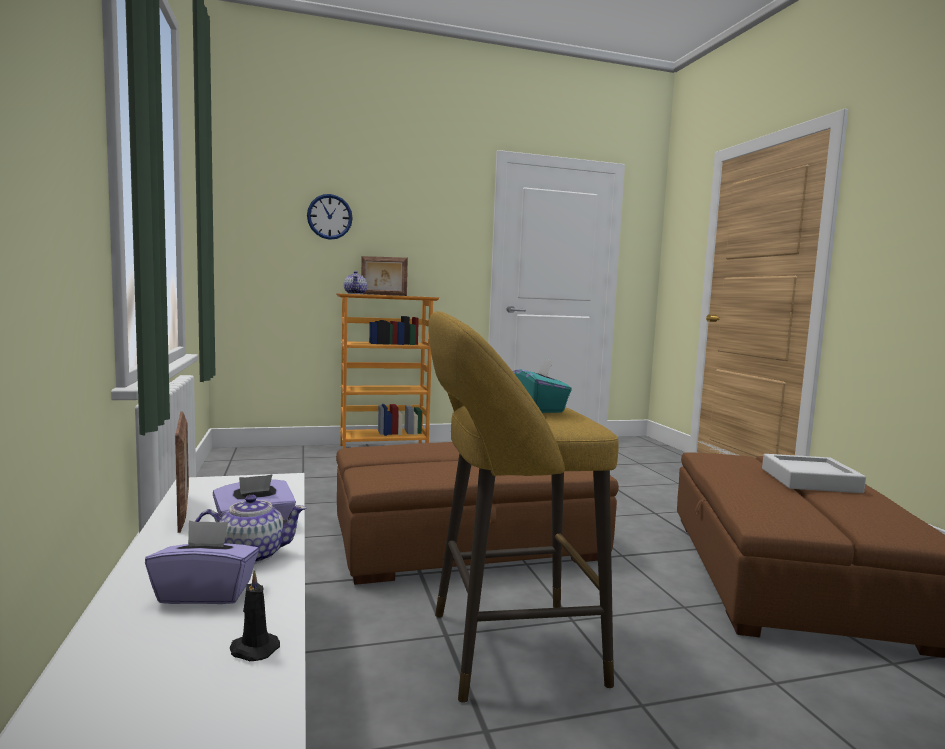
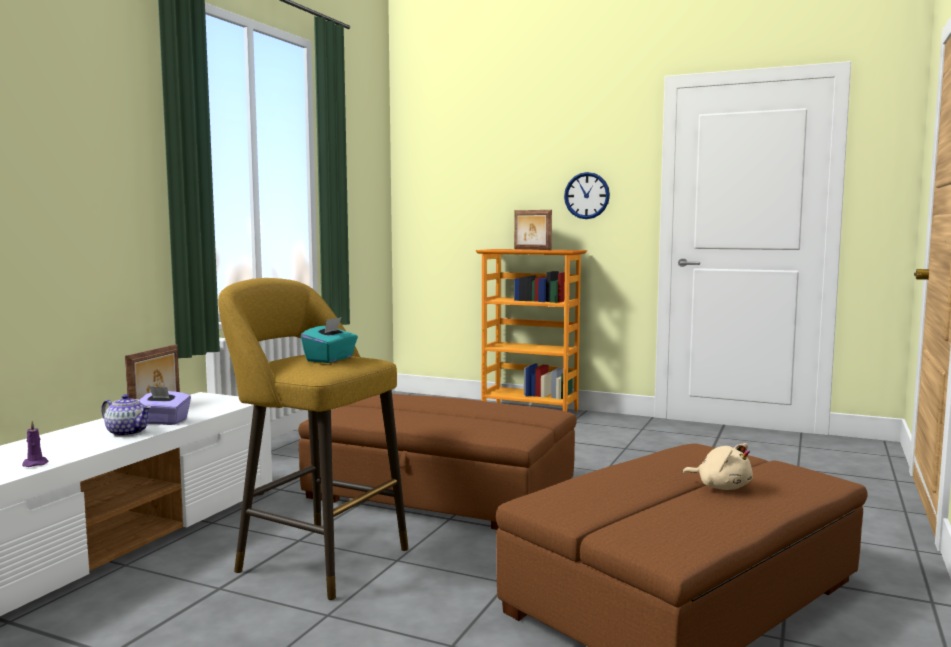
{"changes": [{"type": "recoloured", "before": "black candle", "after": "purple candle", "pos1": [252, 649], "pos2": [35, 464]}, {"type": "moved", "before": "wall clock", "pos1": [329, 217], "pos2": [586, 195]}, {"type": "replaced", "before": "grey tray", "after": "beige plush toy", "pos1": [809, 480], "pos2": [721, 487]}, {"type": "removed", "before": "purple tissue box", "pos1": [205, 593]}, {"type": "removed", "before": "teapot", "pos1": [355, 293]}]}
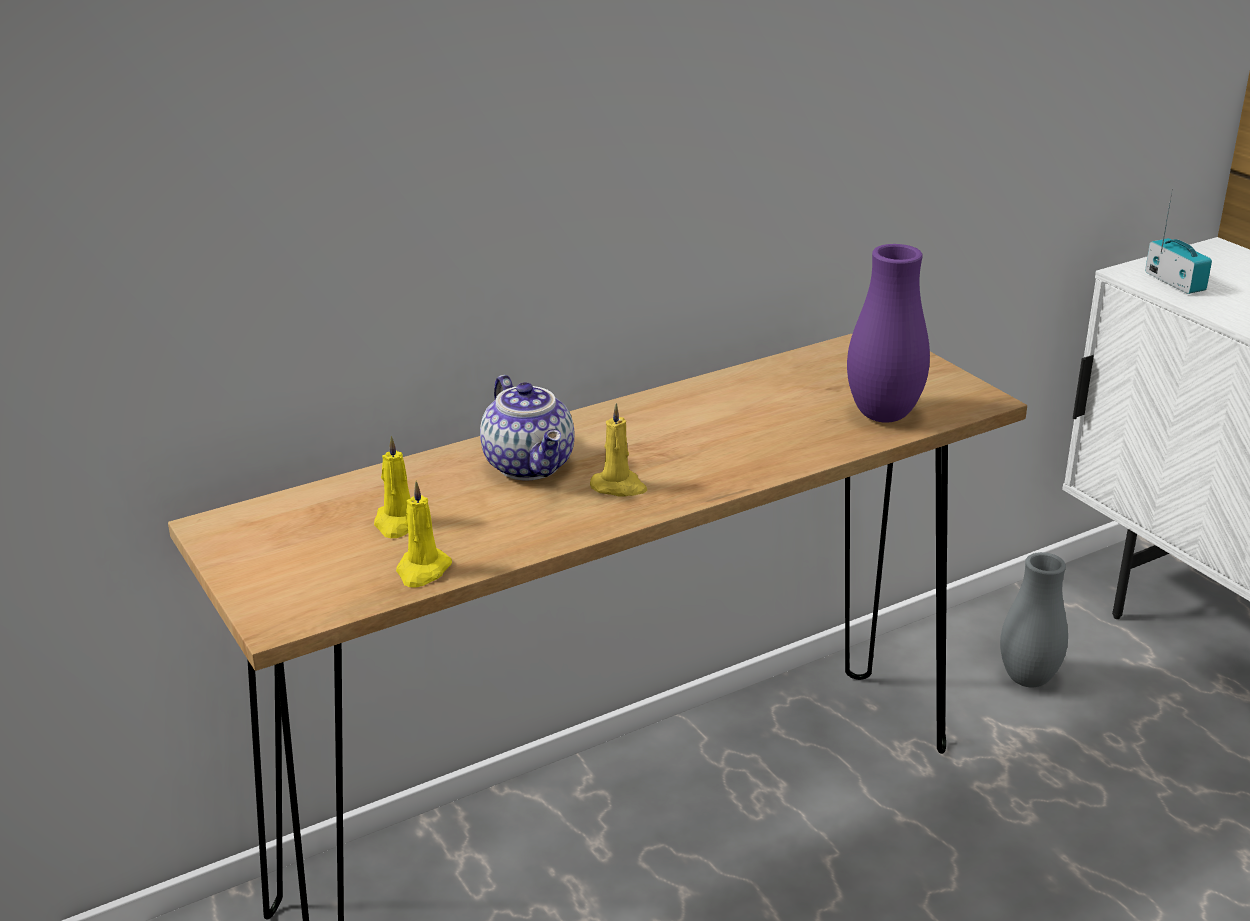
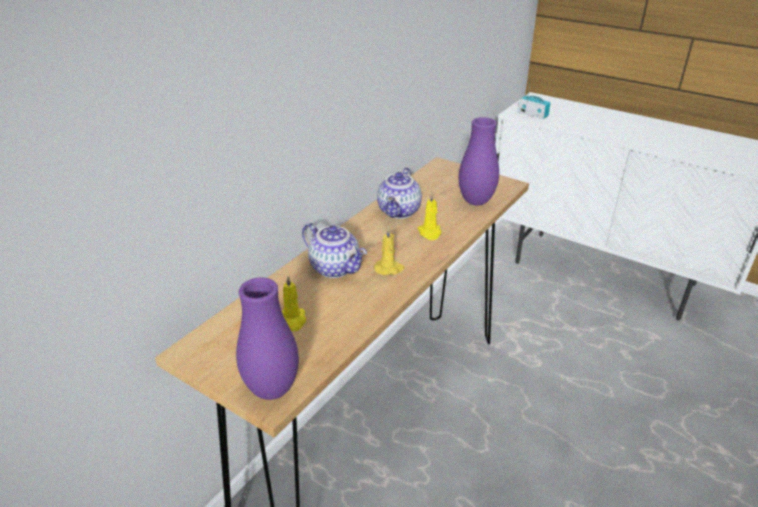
{"changes": [{"type": "added", "after": "purple vase", "pos2": [272, 389]}, {"type": "added", "after": "teapot", "pos2": [400, 212]}, {"type": "moved", "before": "yellow candle", "pos1": [422, 571], "pos2": [430, 233]}, {"type": "removed", "before": "grey vase", "pos1": [1028, 679]}]}
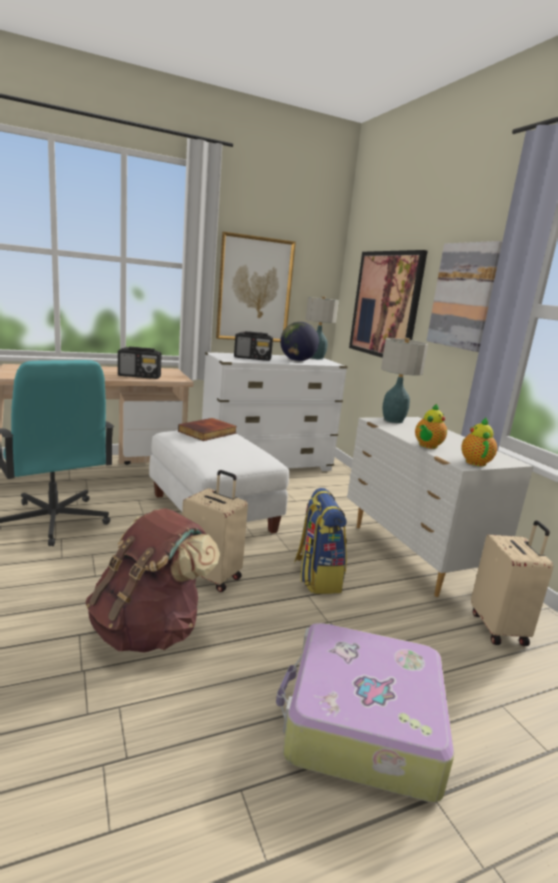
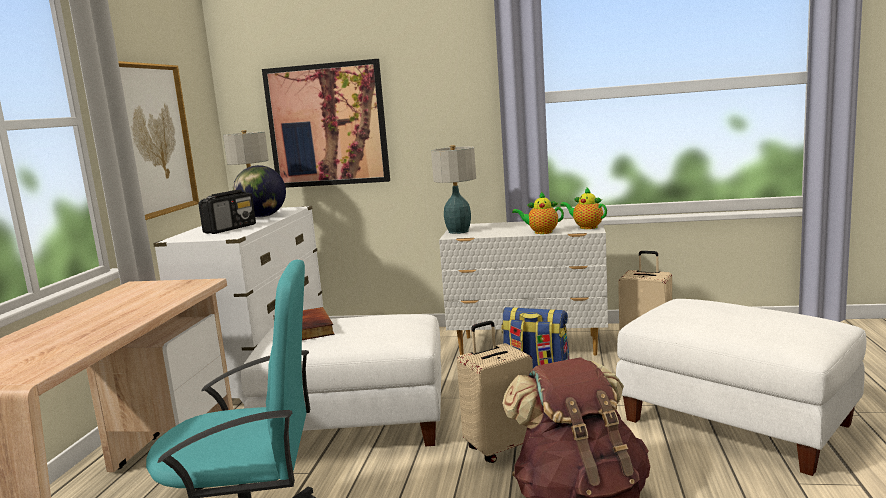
{"changes": [{"type": "turned", "before": "teapot", "pos1": [427, 446], "pos2": [541, 232], "turn": 120}, {"type": "replaced", "before": "suitcase", "after": "white ottoman", "pos1": [361, 723], "pos2": [737, 422]}, {"type": "removed", "before": "radio", "pos1": [140, 376]}, {"type": "removed", "before": "picture", "pos1": [464, 296]}]}
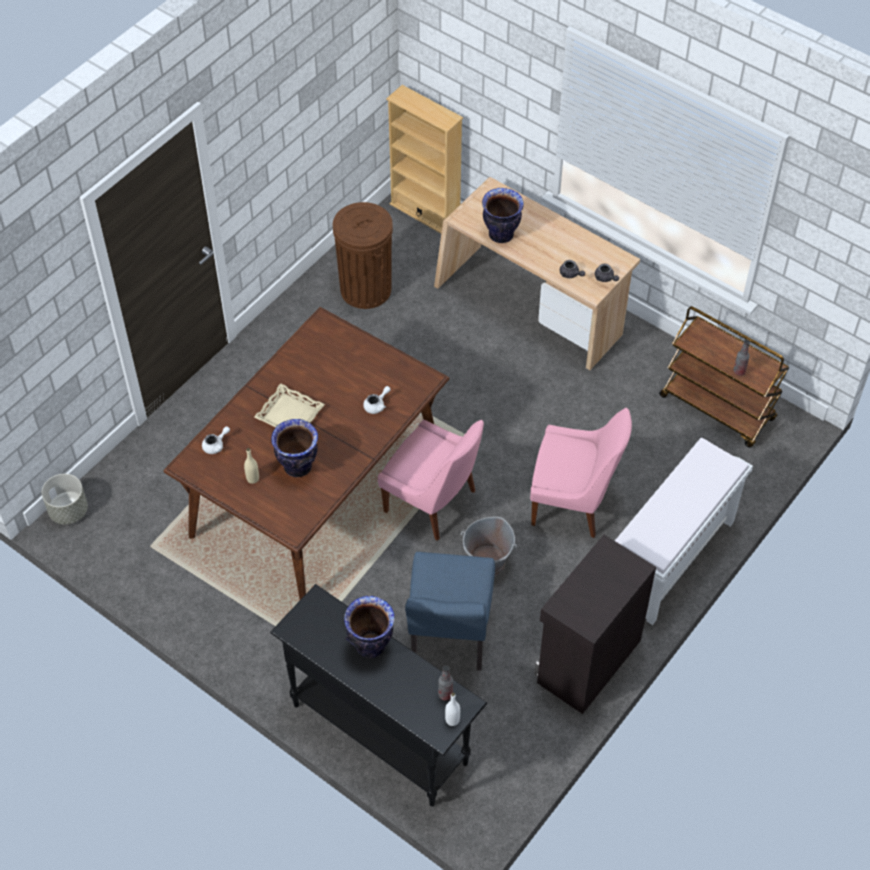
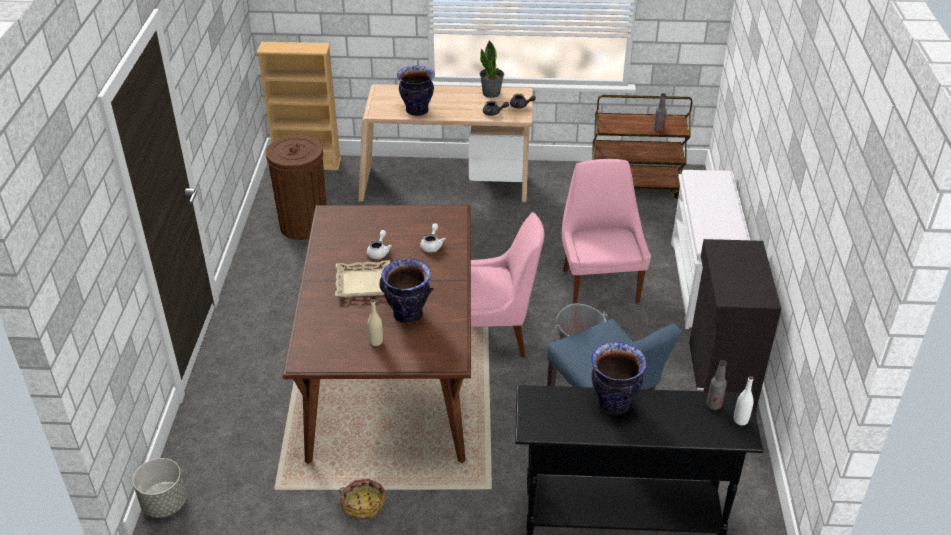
{"changes": [{"type": "added", "after": "basket", "pos2": [363, 504]}, {"type": "moved", "before": "white teapot", "pos1": [216, 445], "pos2": [379, 252]}, {"type": "added", "after": "potted plant", "pos2": [491, 93]}, {"type": "turned", "before": "pink chair", "pos1": [573, 503], "pos2": [599, 284], "turn": -75}]}
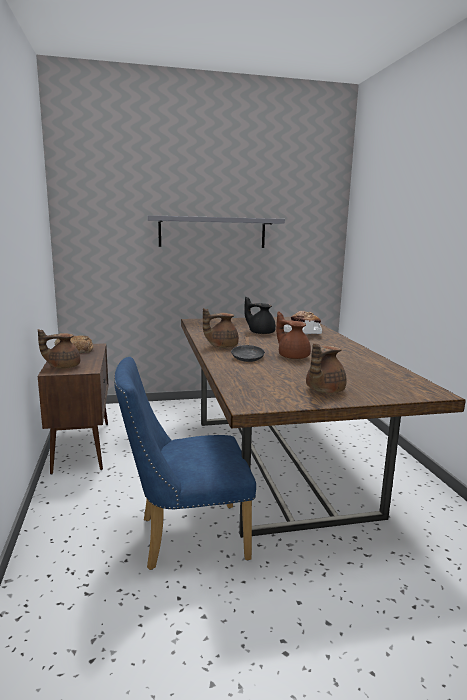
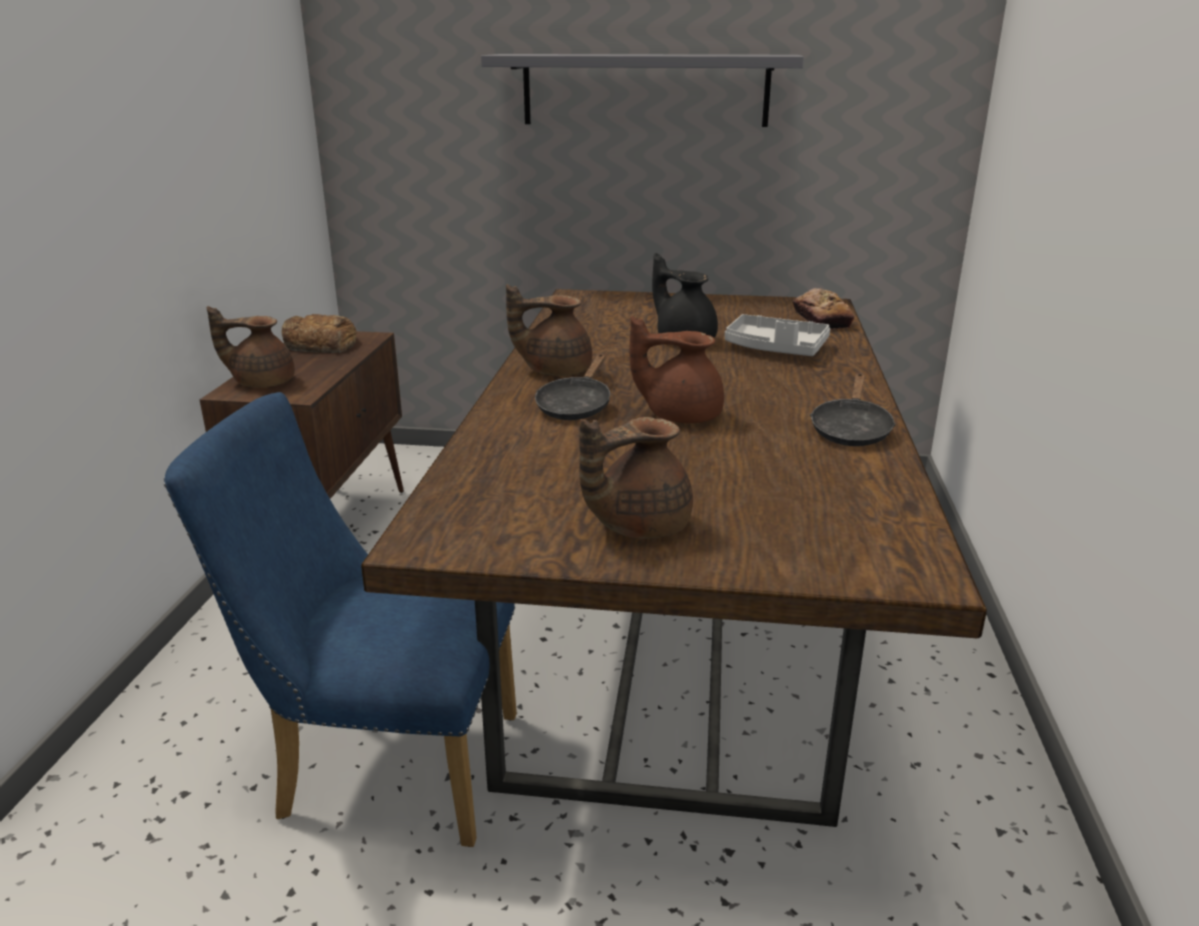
{"changes": [{"type": "turned", "before": "brown teapot", "pos1": [292, 356], "pos2": [680, 415], "turn": -60}, {"type": "added", "after": "black frying pan", "pos2": [850, 430]}]}
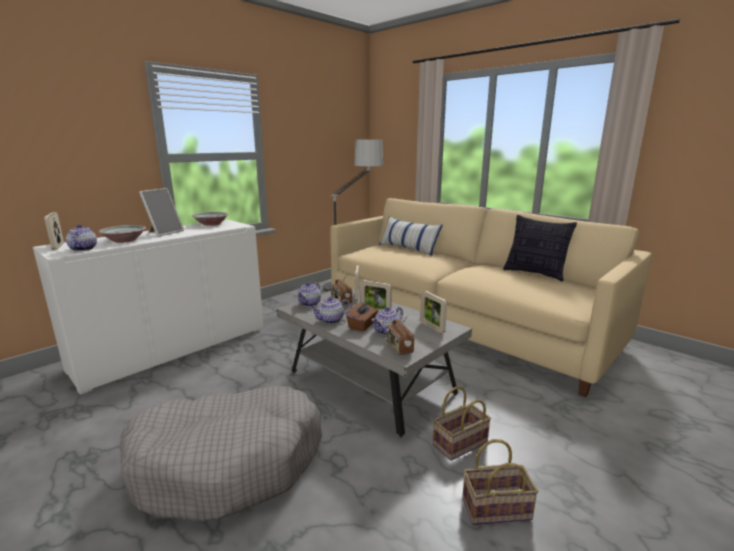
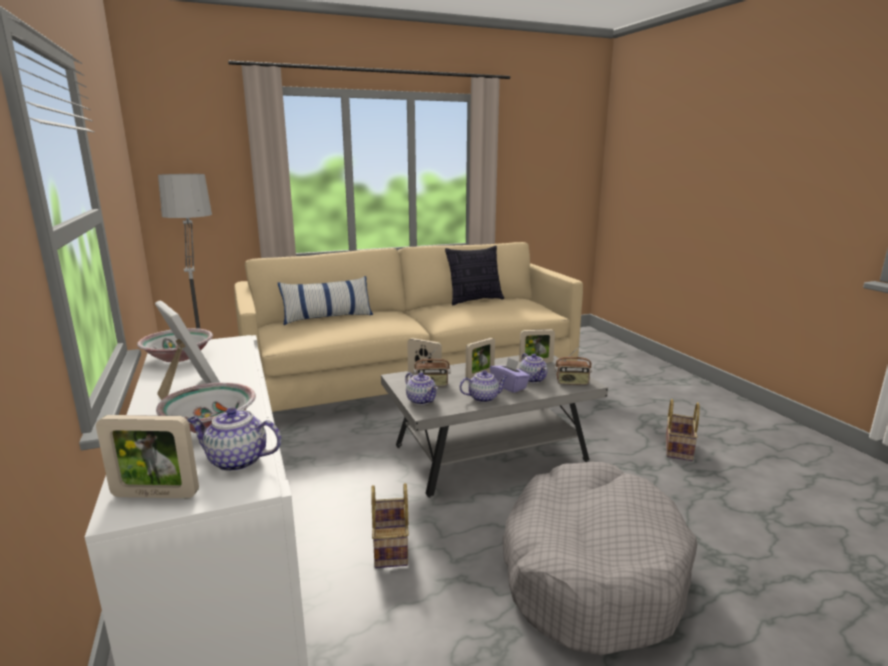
{"changes": [{"type": "moved", "before": "basket", "pos1": [460, 445], "pos2": [392, 547]}, {"type": "turned", "before": "teapot", "pos1": [330, 320], "pos2": [484, 398], "turn": -105}, {"type": "recoloured", "before": "brown tissue box", "after": "purple tissue box", "pos1": [362, 325], "pos2": [509, 386]}]}
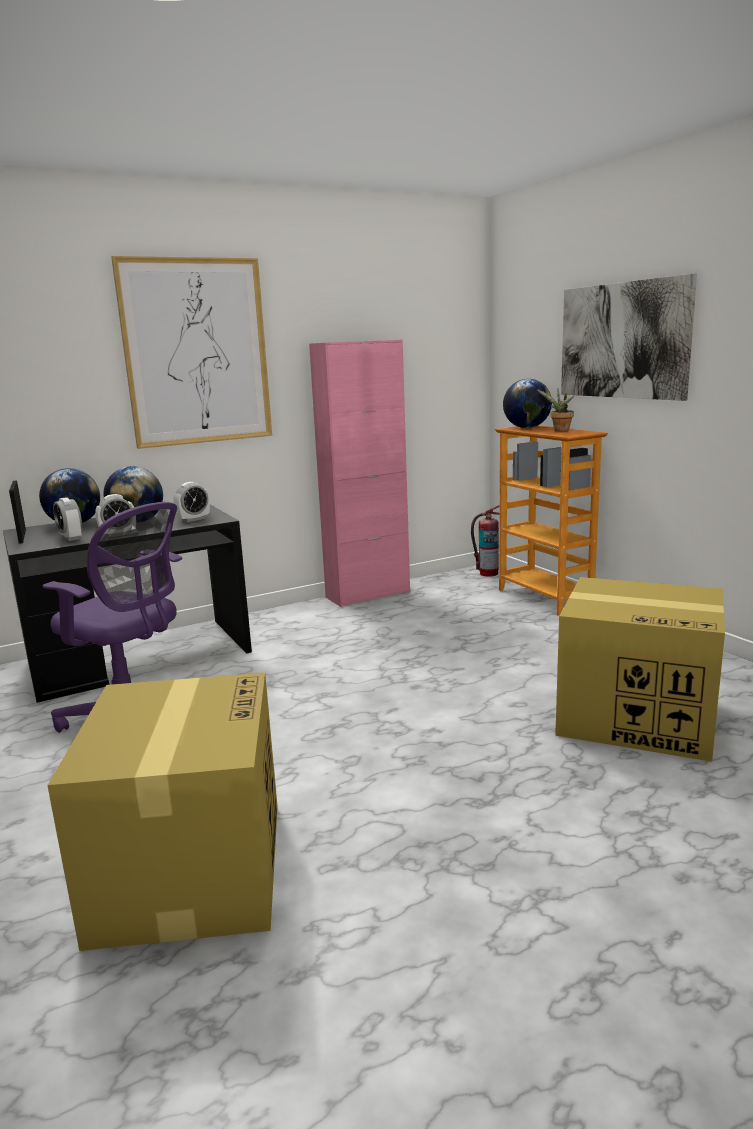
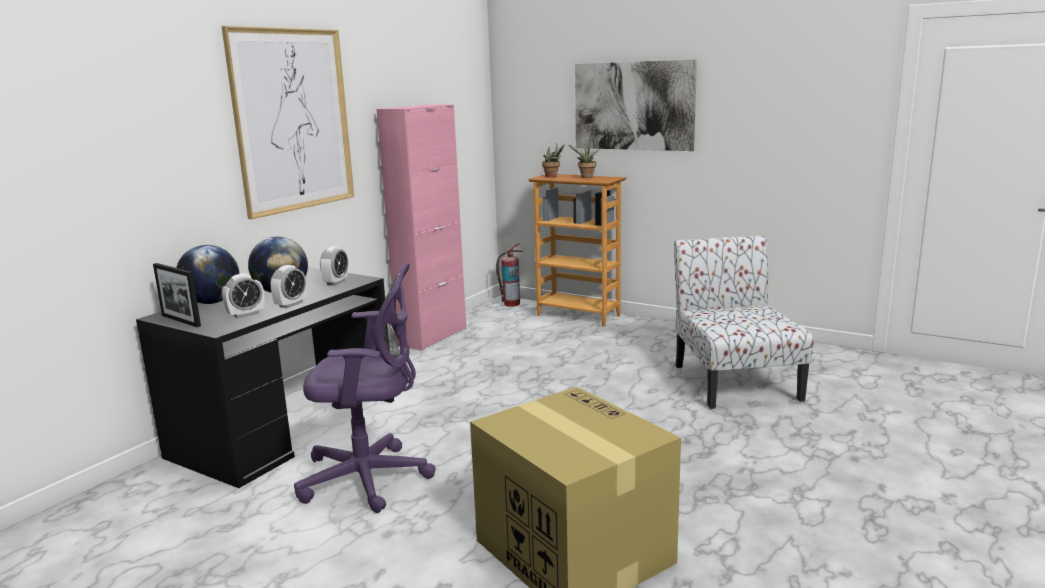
{"changes": [{"type": "turned", "before": "alarm clock", "pos1": [71, 538], "pos2": [246, 314], "turn": -60}, {"type": "replaced", "before": "globe", "after": "potted plant", "pos1": [526, 428], "pos2": [553, 176]}, {"type": "replaced", "before": "cardboard box", "after": "chair", "pos1": [639, 717], "pos2": [734, 381]}]}
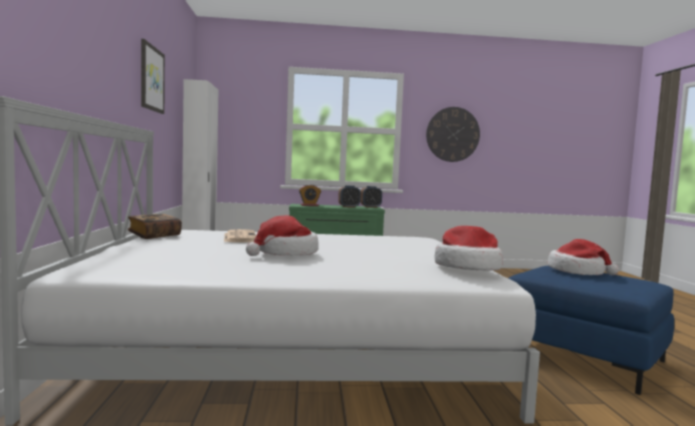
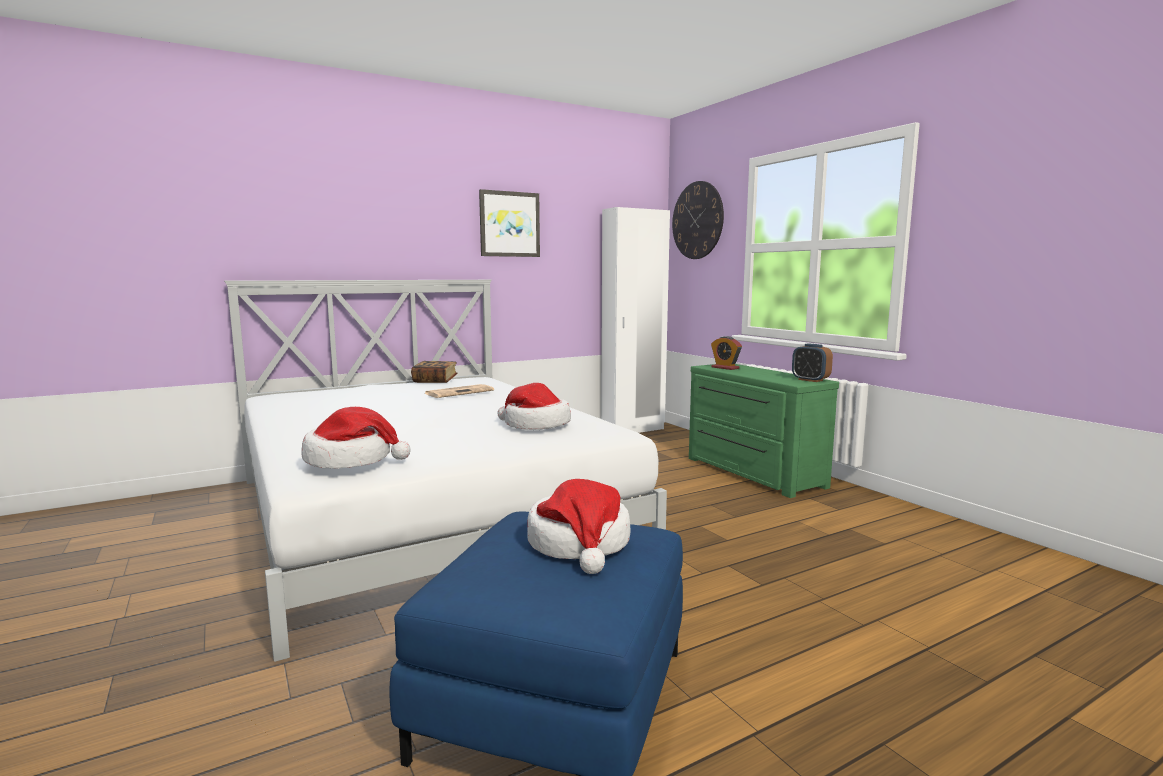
{"changes": [{"type": "moved", "before": "hat", "pos1": [286, 253], "pos2": [535, 425]}, {"type": "moved", "before": "wall clock", "pos1": [452, 134], "pos2": [697, 220]}, {"type": "removed", "before": "alarm clock", "pos1": [349, 207]}]}
